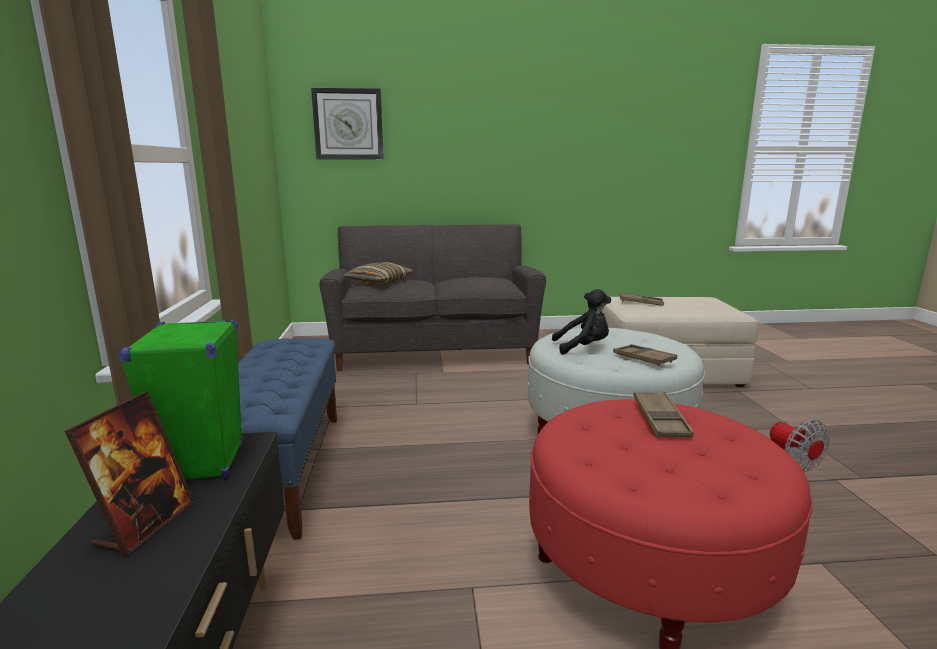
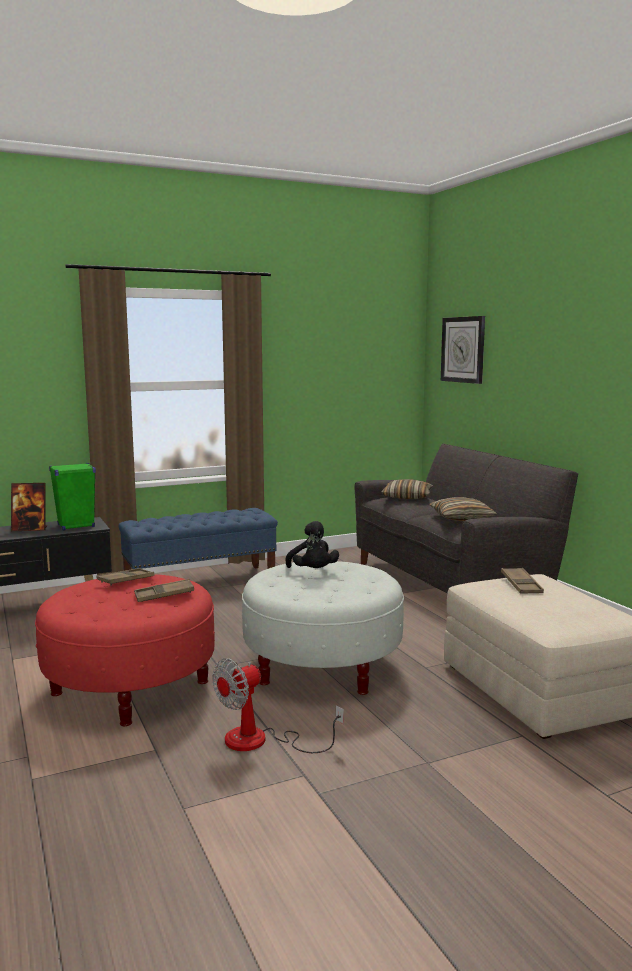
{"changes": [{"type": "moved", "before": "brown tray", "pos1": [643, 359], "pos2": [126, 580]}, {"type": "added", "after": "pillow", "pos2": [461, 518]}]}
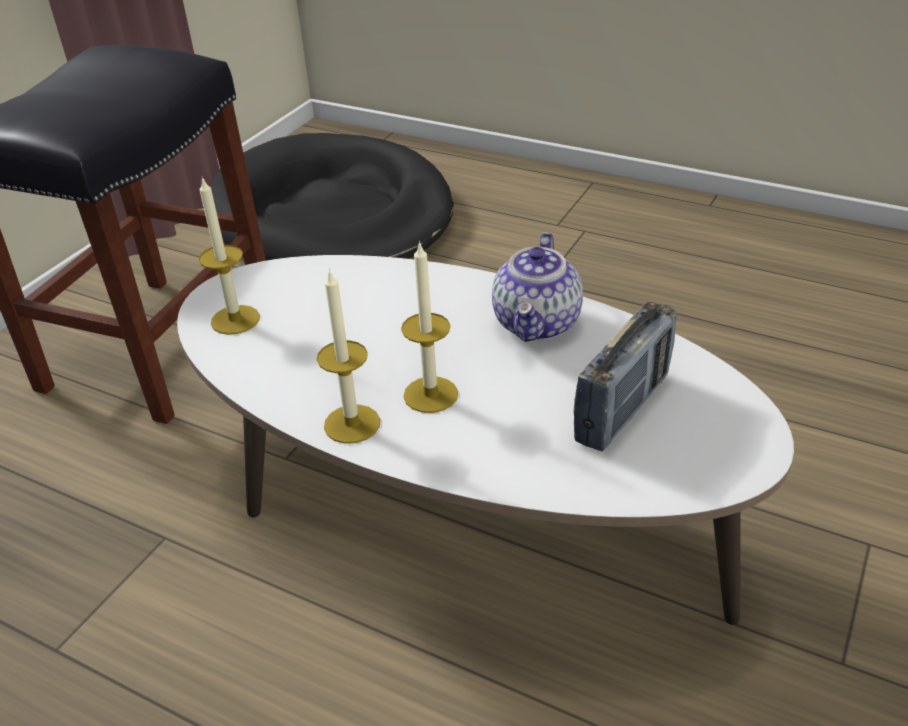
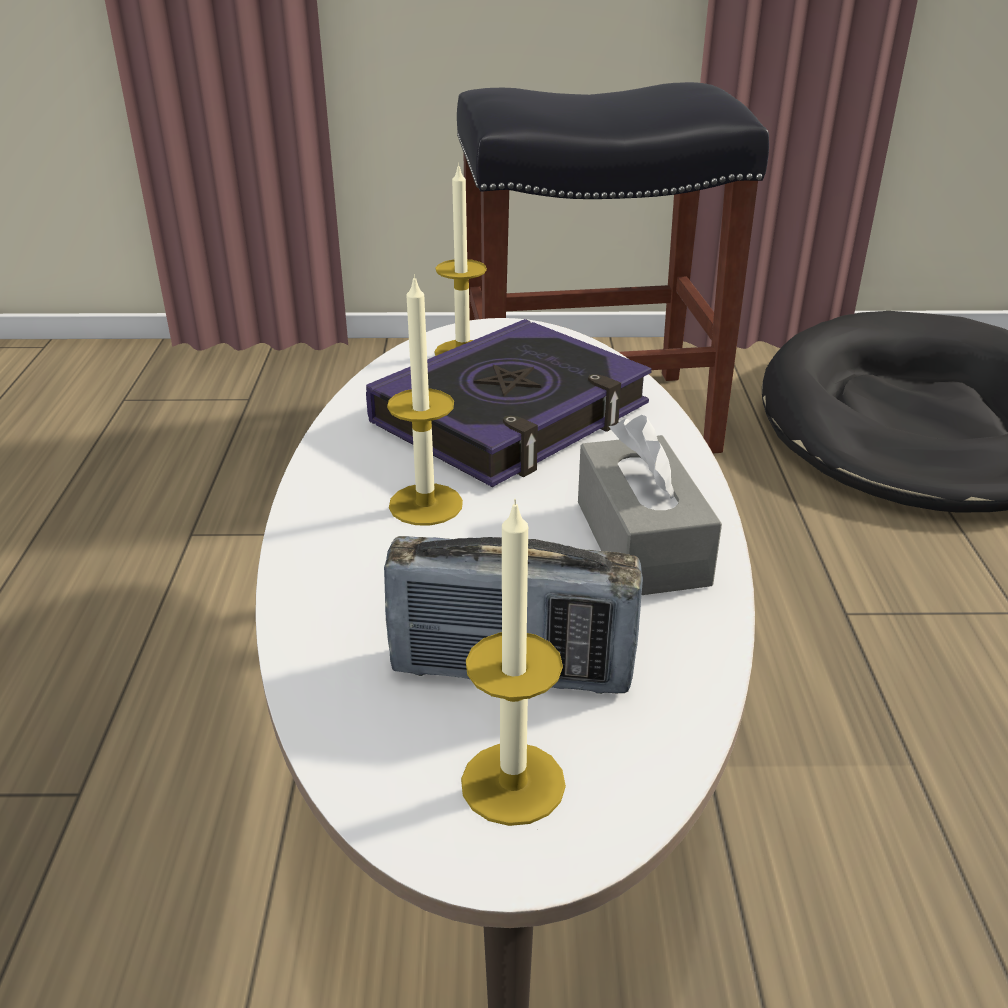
{"changes": [{"type": "added", "after": "book", "pos2": [511, 416]}, {"type": "moved", "before": "candle", "pos1": [352, 424], "pos2": [513, 783]}, {"type": "replaced", "before": "teapot", "after": "grey tissue box", "pos1": [538, 324], "pos2": [641, 542]}]}
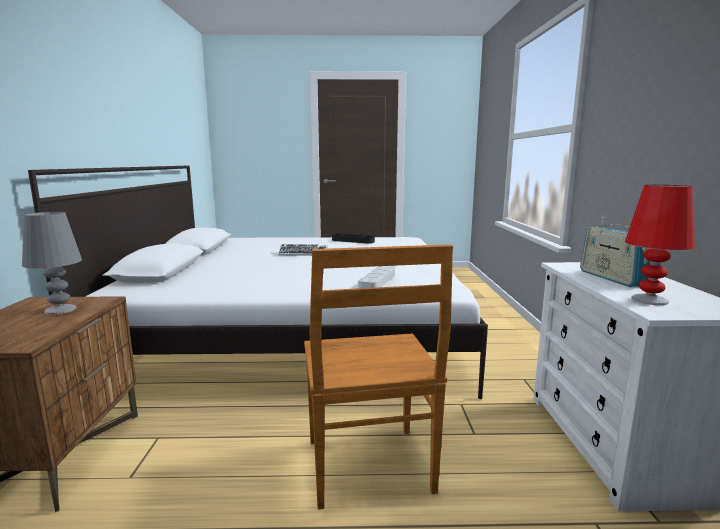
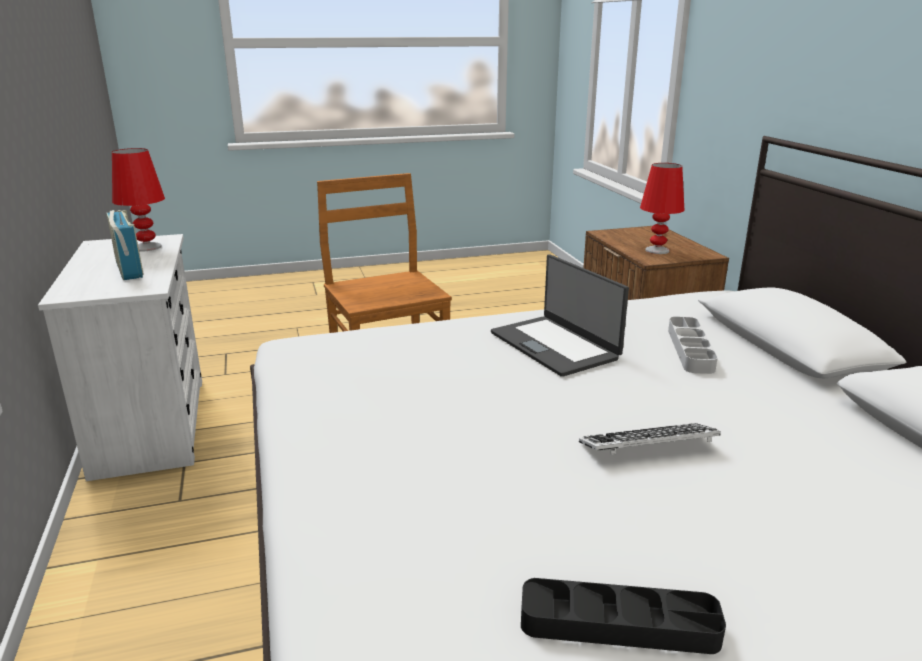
{"changes": [{"type": "added", "after": "laptop", "pos2": [555, 345]}, {"type": "recoloured", "before": "grey table lamp", "after": "red table lamp", "pos1": [60, 310], "pos2": [657, 250]}, {"type": "moved", "before": "grey tray", "pos1": [377, 282], "pos2": [690, 349]}]}
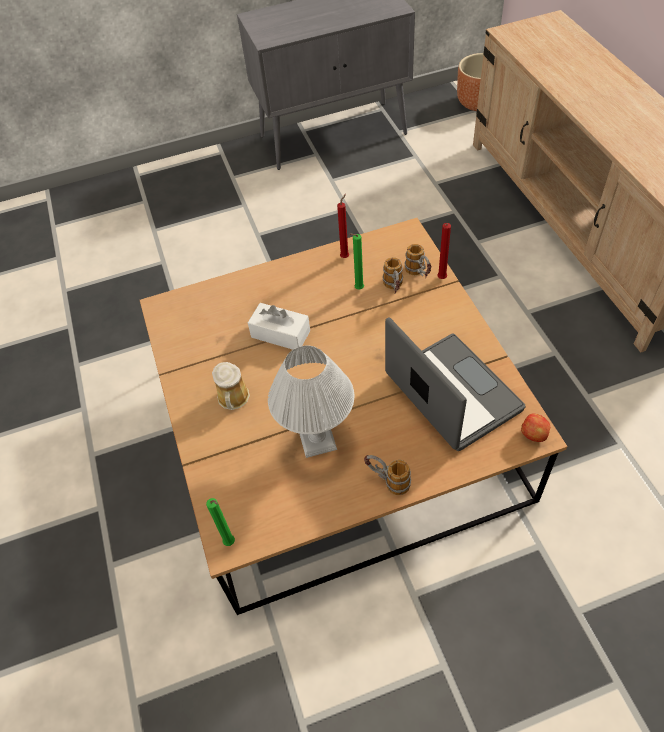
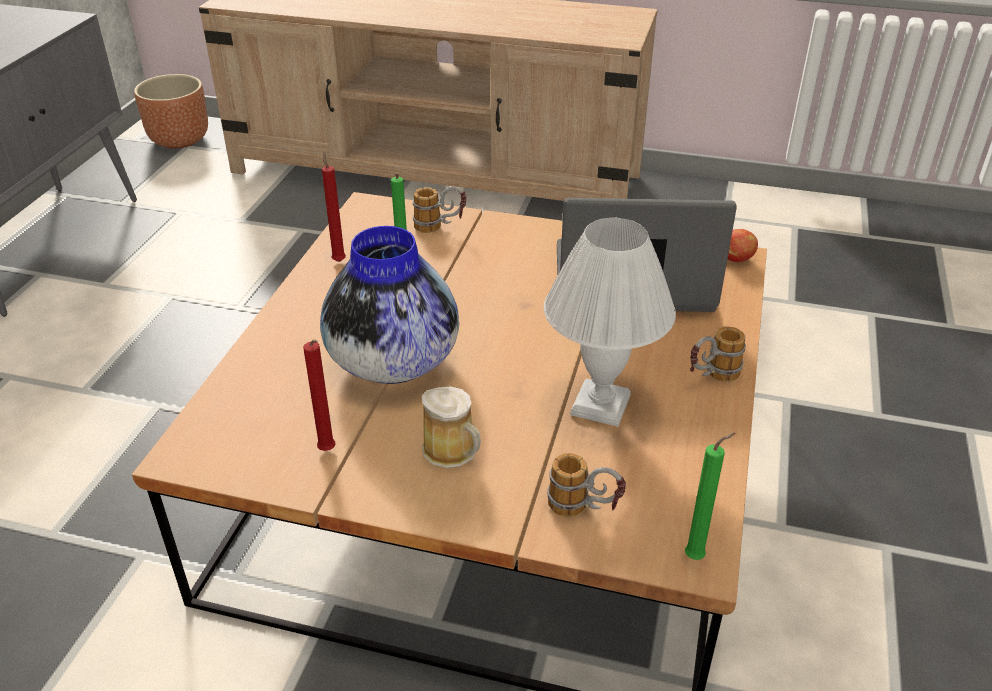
{"changes": [{"type": "moved", "before": "red candle", "pos1": [441, 279], "pos2": [328, 452]}, {"type": "replaced", "before": "white tissue box", "after": "vase", "pos1": [280, 334], "pos2": [393, 362]}, {"type": "moved", "before": "mug", "pos1": [394, 289], "pos2": [584, 509]}]}
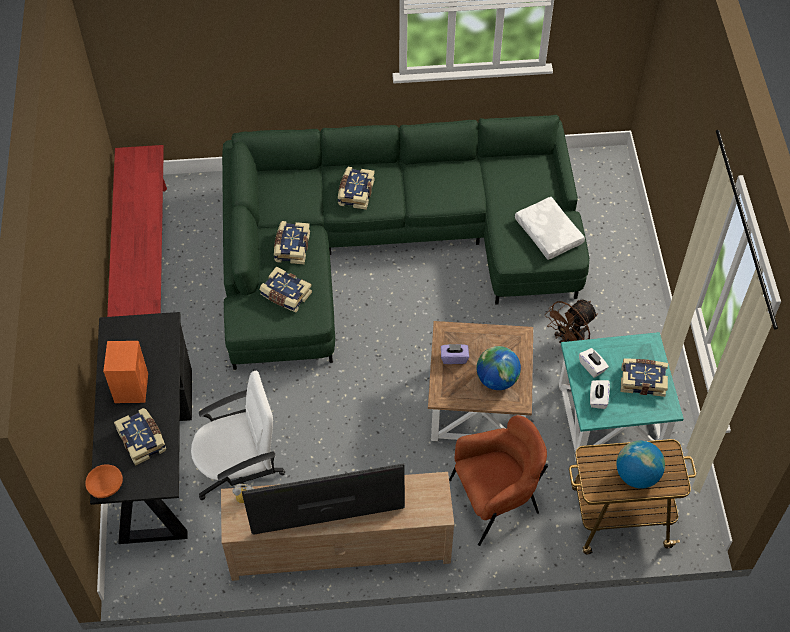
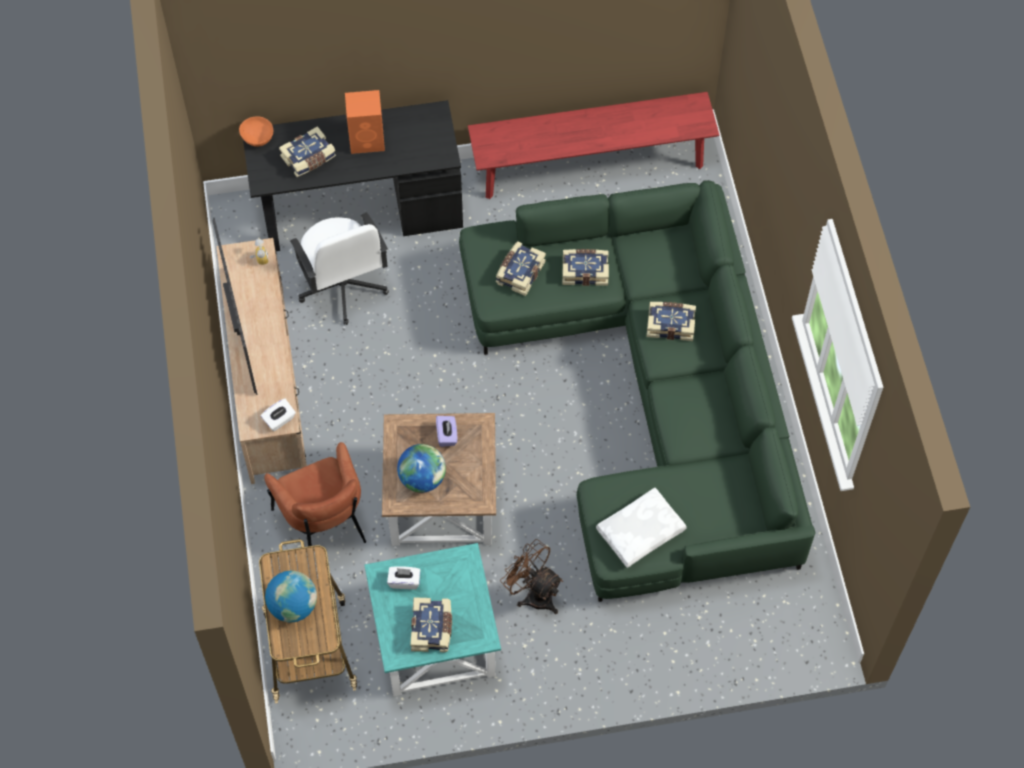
{"changes": [{"type": "moved", "before": "white tissue box", "pos1": [592, 367], "pos2": [279, 420]}]}
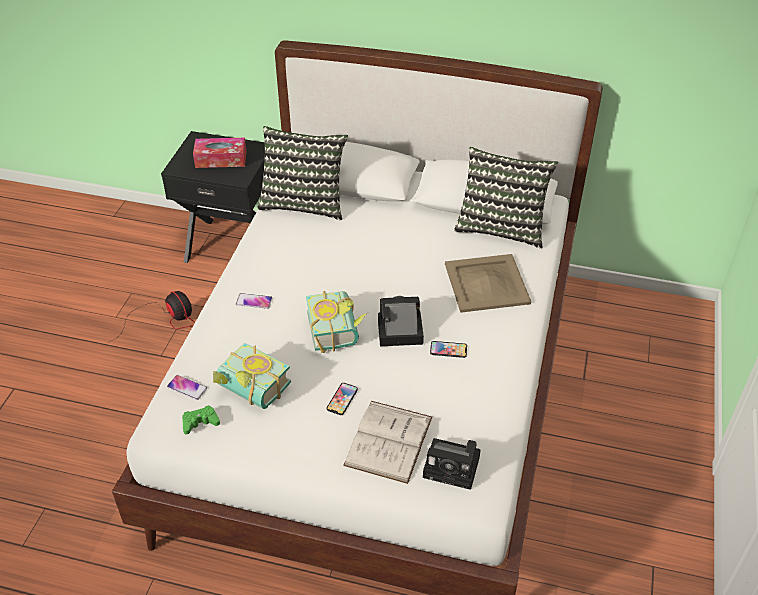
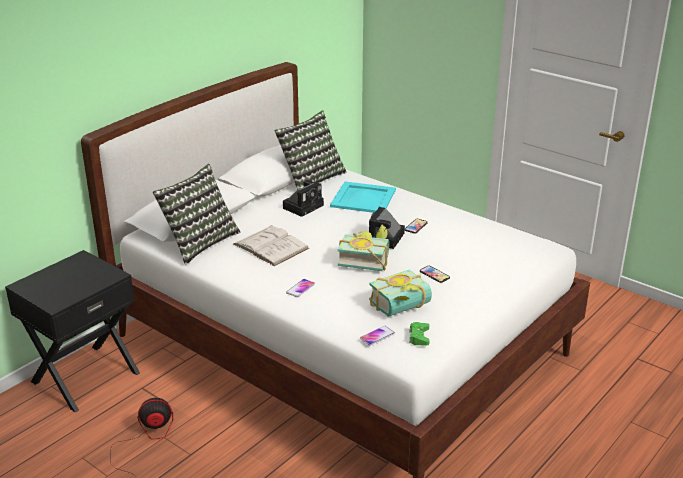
{"changes": [{"type": "moved", "before": "white book", "pos1": [388, 441], "pos2": [271, 246]}, {"type": "moved", "before": "photo camera", "pos1": [454, 467], "pos2": [304, 206]}, {"type": "recoloured", "before": "beige tray", "after": "turquoise tray", "pos1": [486, 283], "pos2": [362, 198]}, {"type": "removed", "before": "tissue box", "pos1": [221, 159]}]}
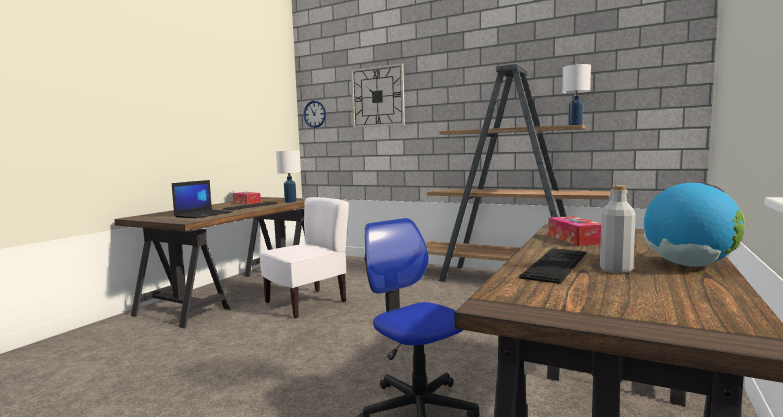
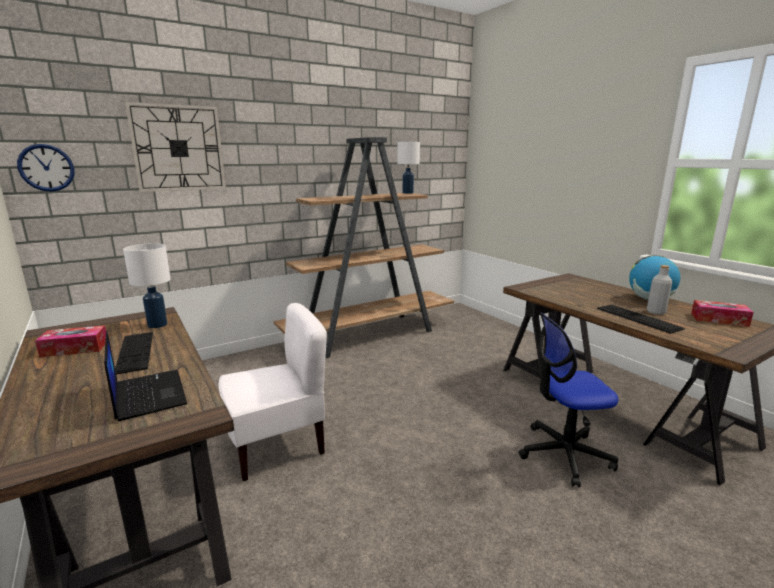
{"changes": [{"type": "turned", "before": "white chair", "pos1": [306, 302], "pos2": [277, 445], "turn": 75}, {"type": "moved", "before": "tissue box", "pos1": [575, 239], "pos2": [719, 319]}]}
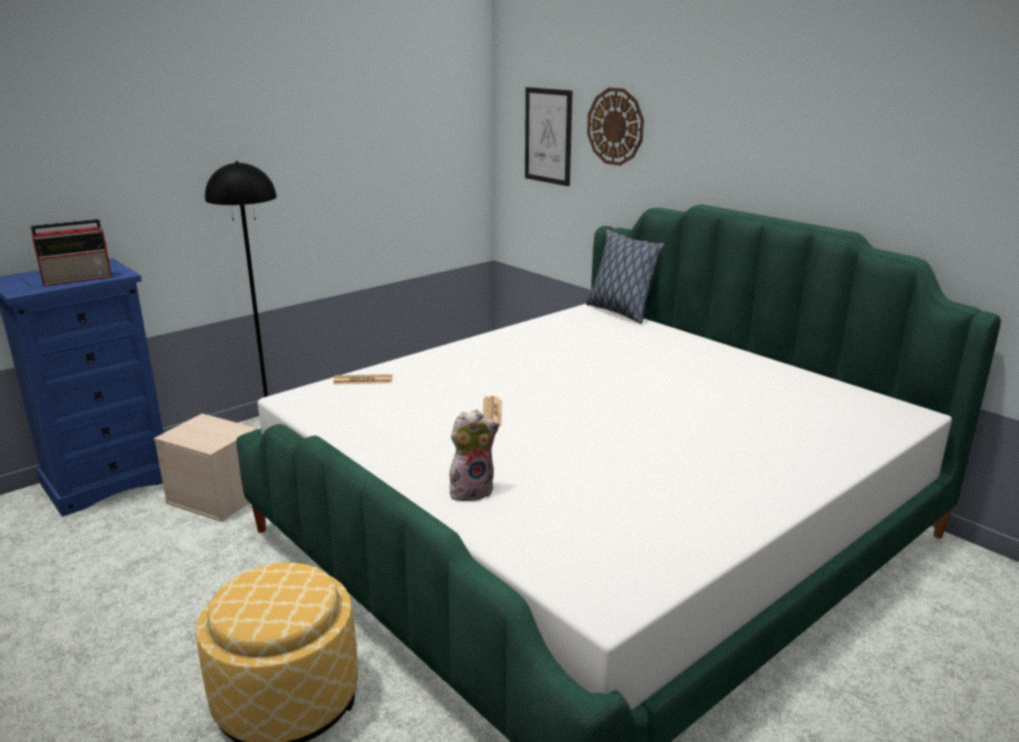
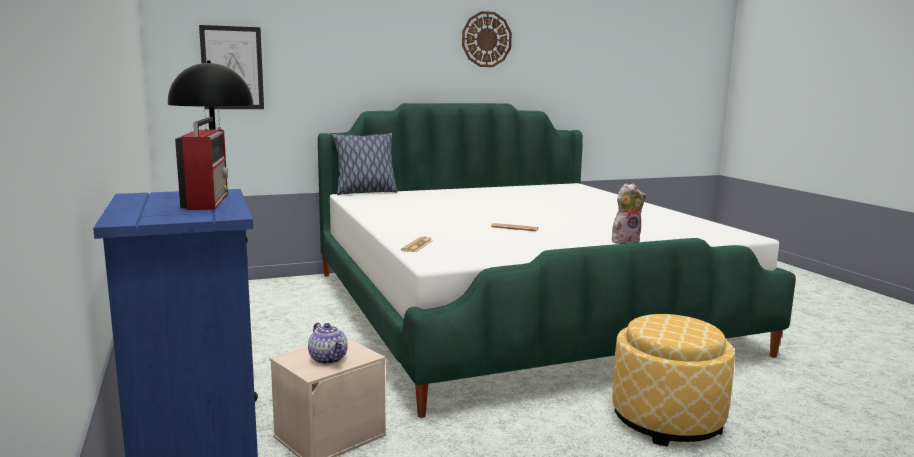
{"changes": [{"type": "added", "after": "teapot", "pos2": [329, 359]}, {"type": "moved", "before": "wall clock", "pos1": [615, 126], "pos2": [486, 39]}, {"type": "turned", "before": "plush toy", "pos1": [472, 490], "pos2": [625, 241], "turn": 75}]}
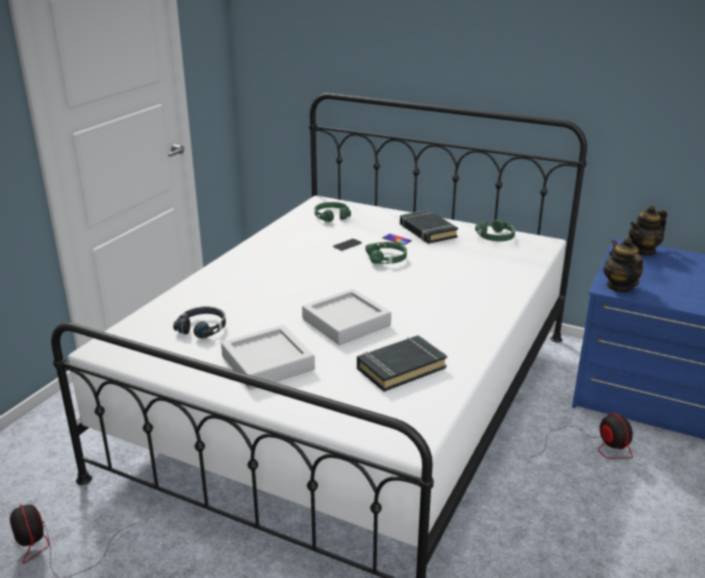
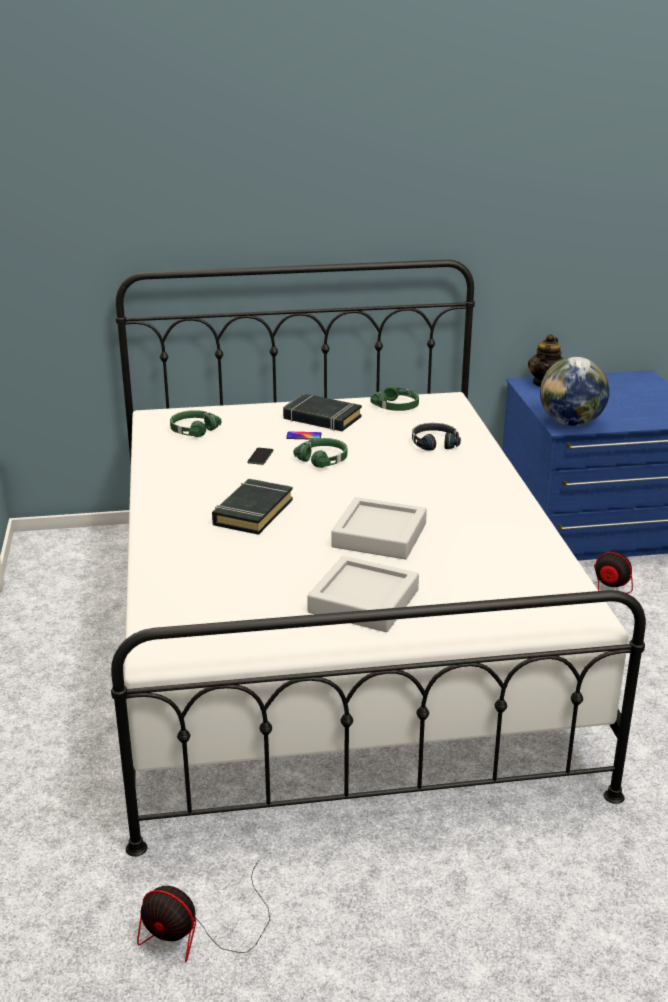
{"changes": [{"type": "moved", "before": "black book", "pos1": [400, 368], "pos2": [252, 512]}, {"type": "moved", "before": "black headphones", "pos1": [203, 328], "pos2": [434, 443]}, {"type": "replaced", "before": "teapot", "after": "globe", "pos1": [619, 287], "pos2": [571, 423]}]}
